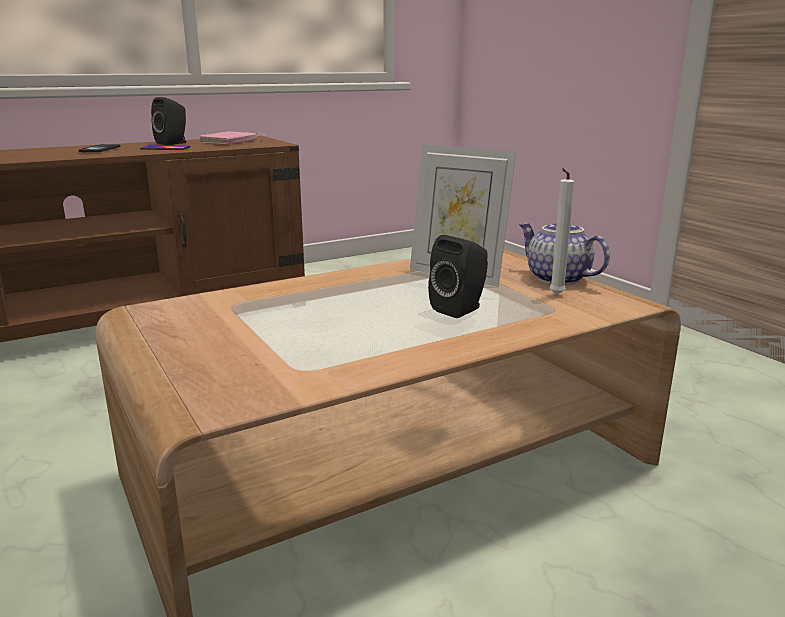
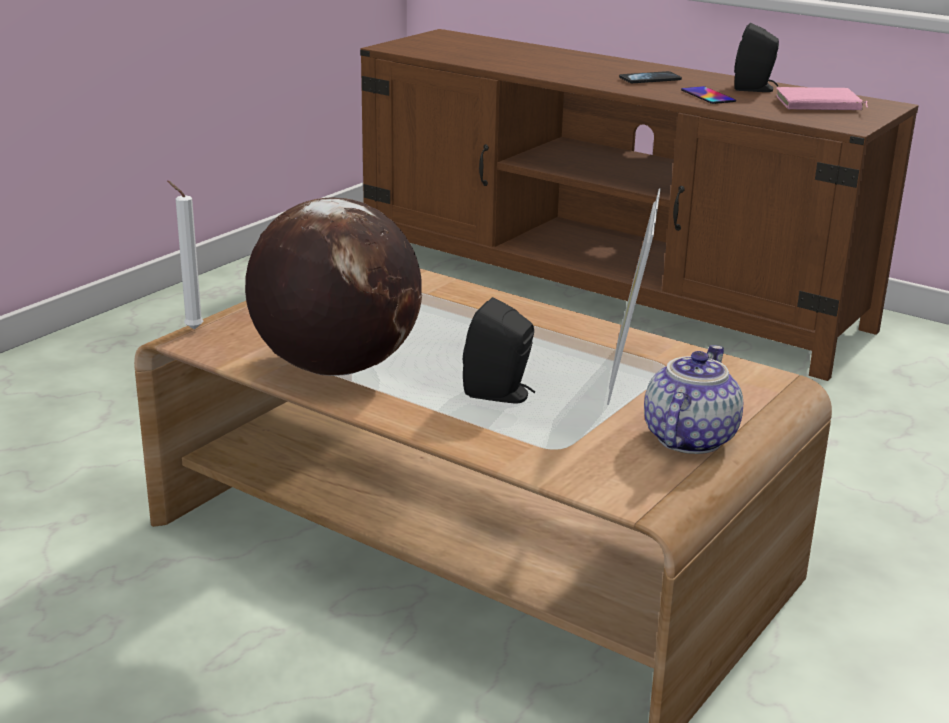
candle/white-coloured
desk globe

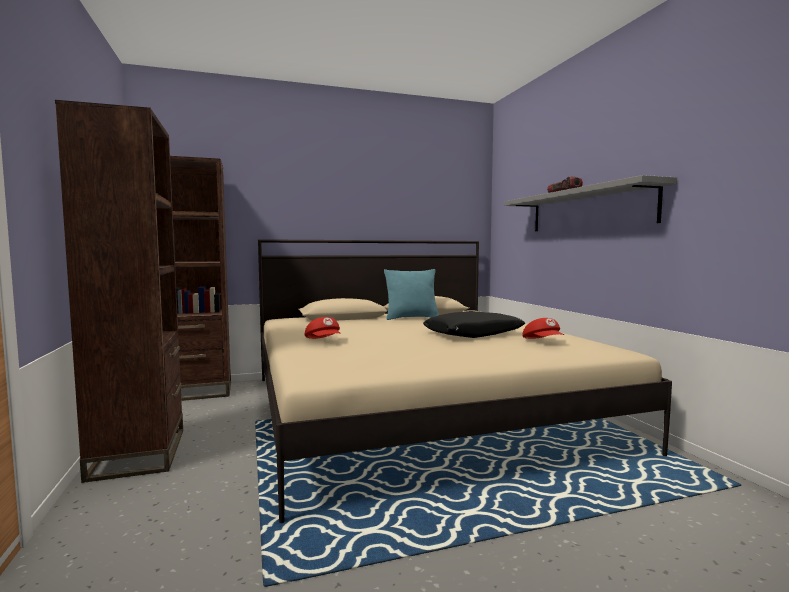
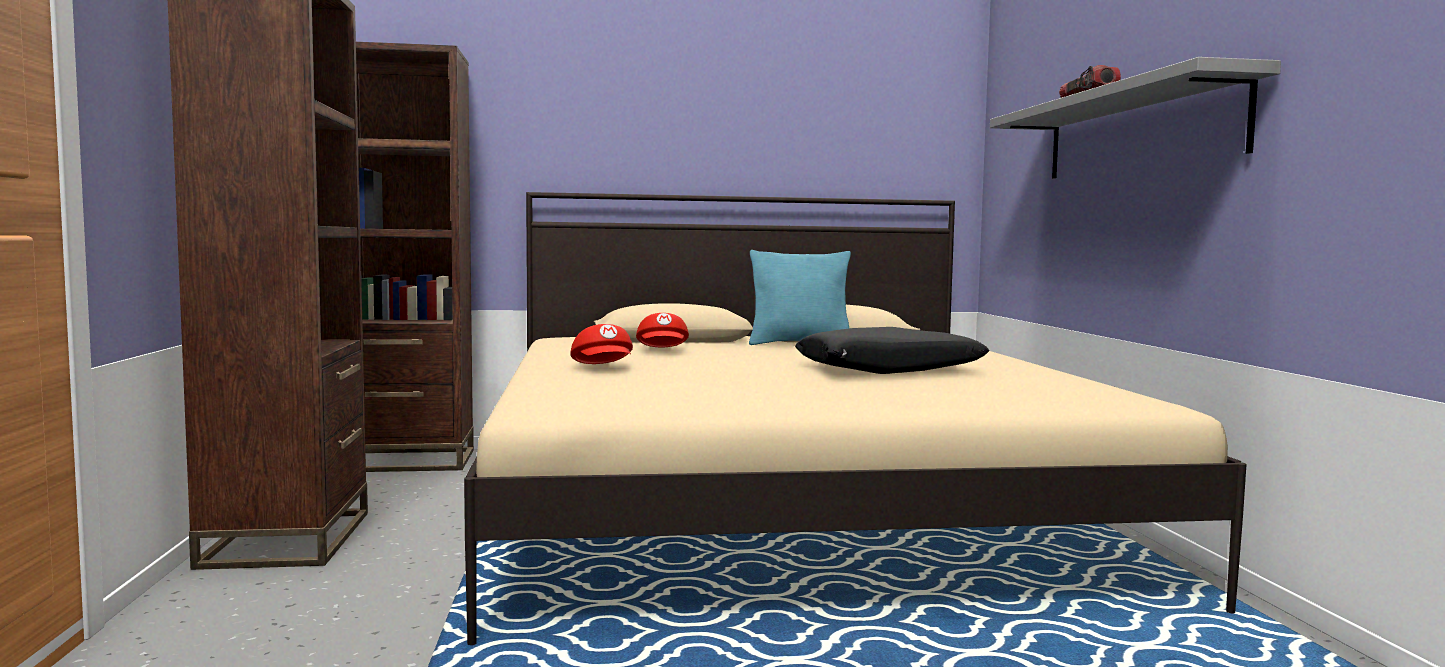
cap/red (no. 2 from left)

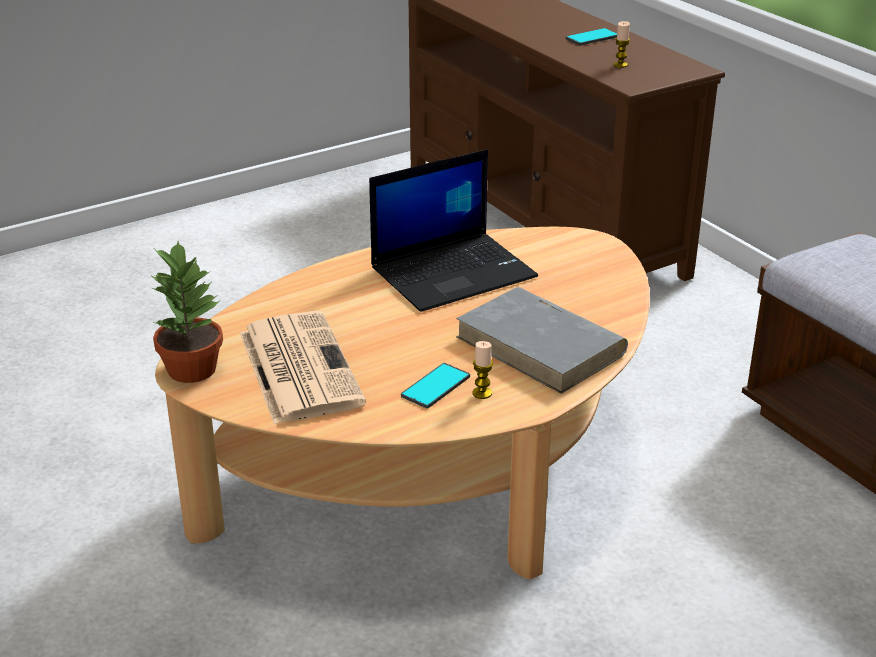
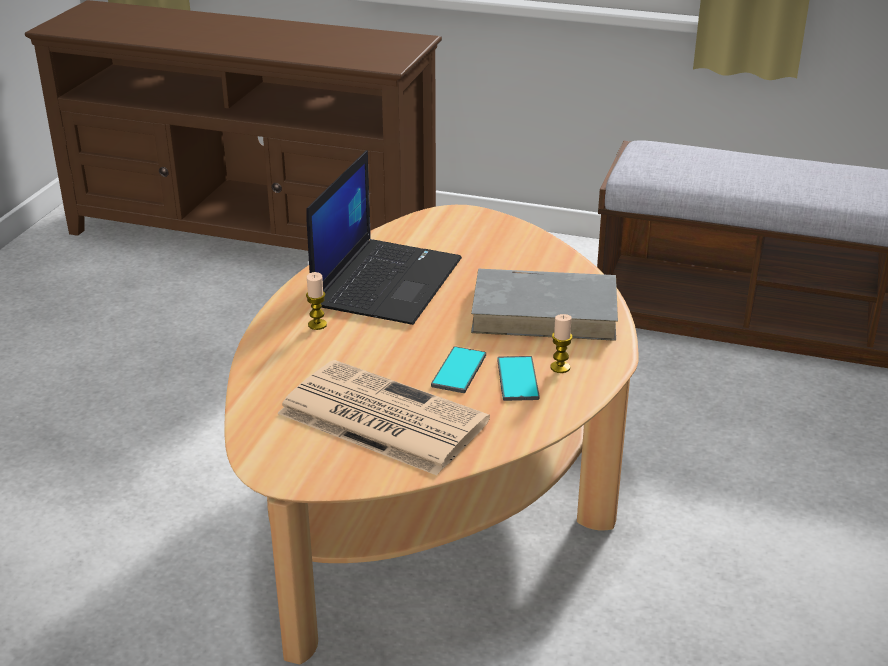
candle (no. 1 from left)
handset (no. 1 from left)
plant in a pot

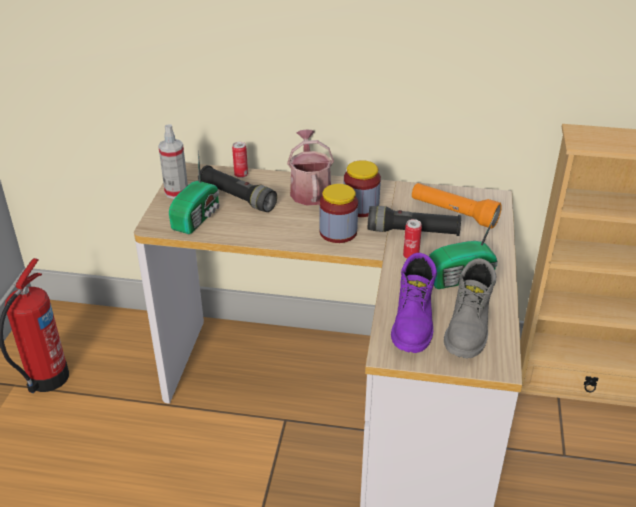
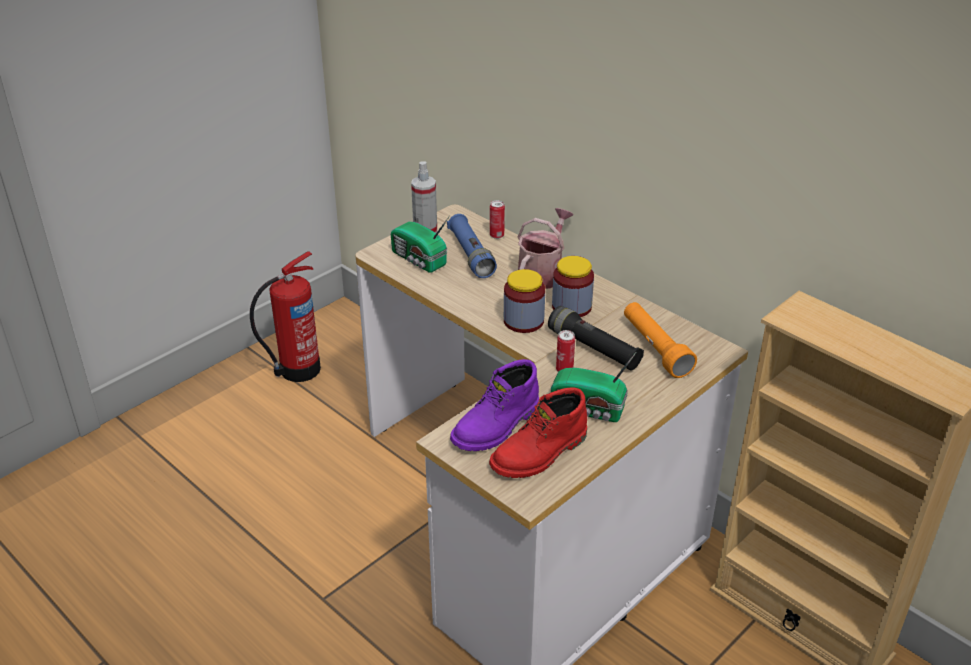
radio set (no. 1 from left)
flashlight/bluish
high-top boot/red

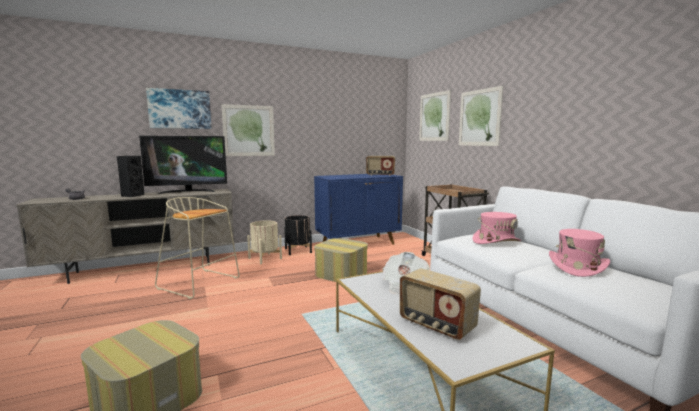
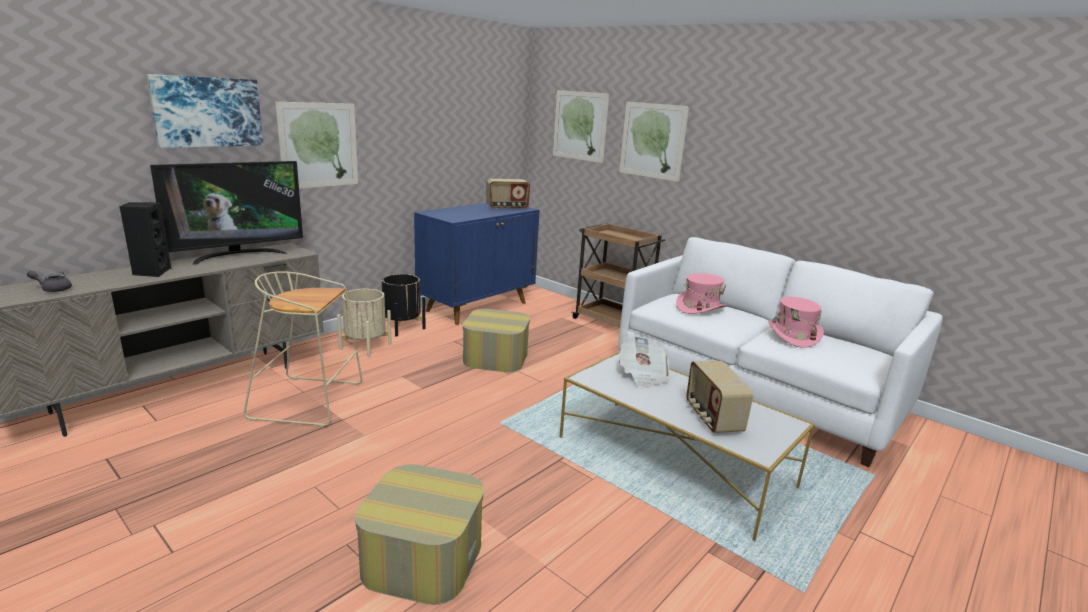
radio set (no. 2 from left)

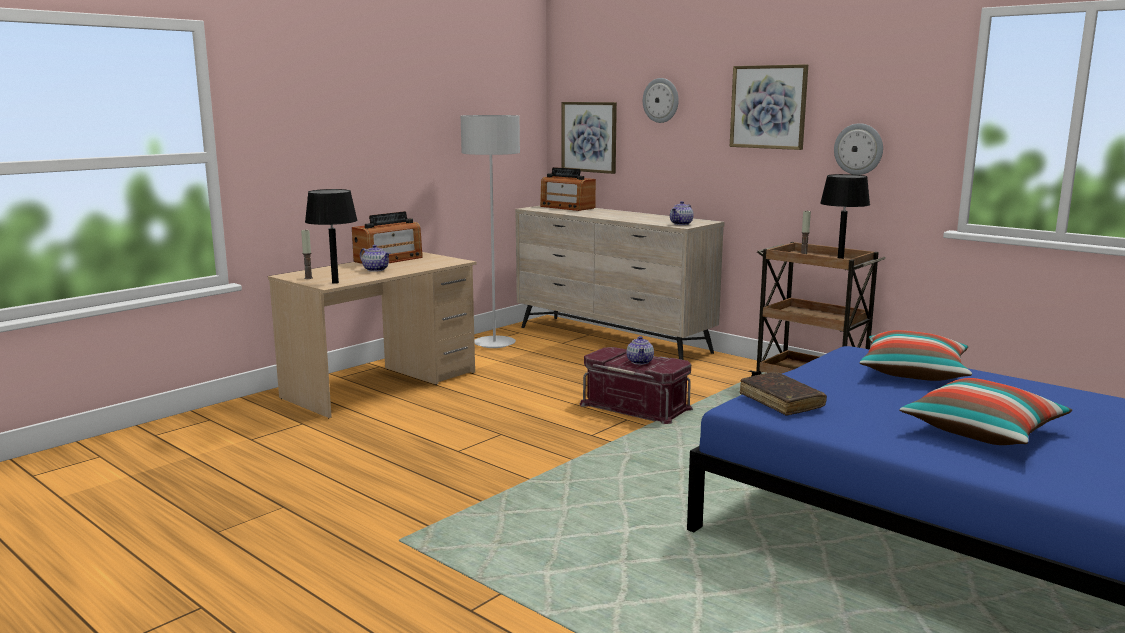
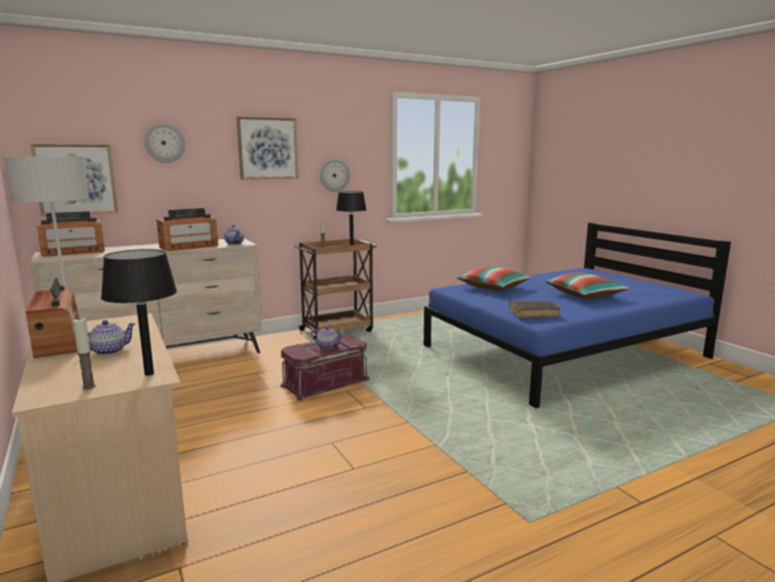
radio set (no. 3 from left)

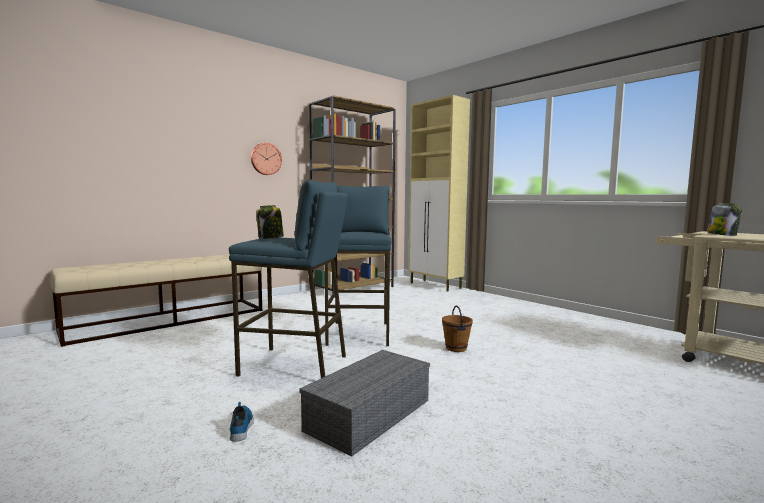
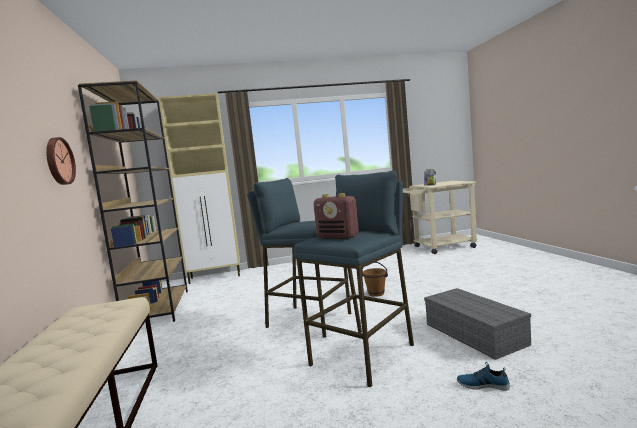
radio set

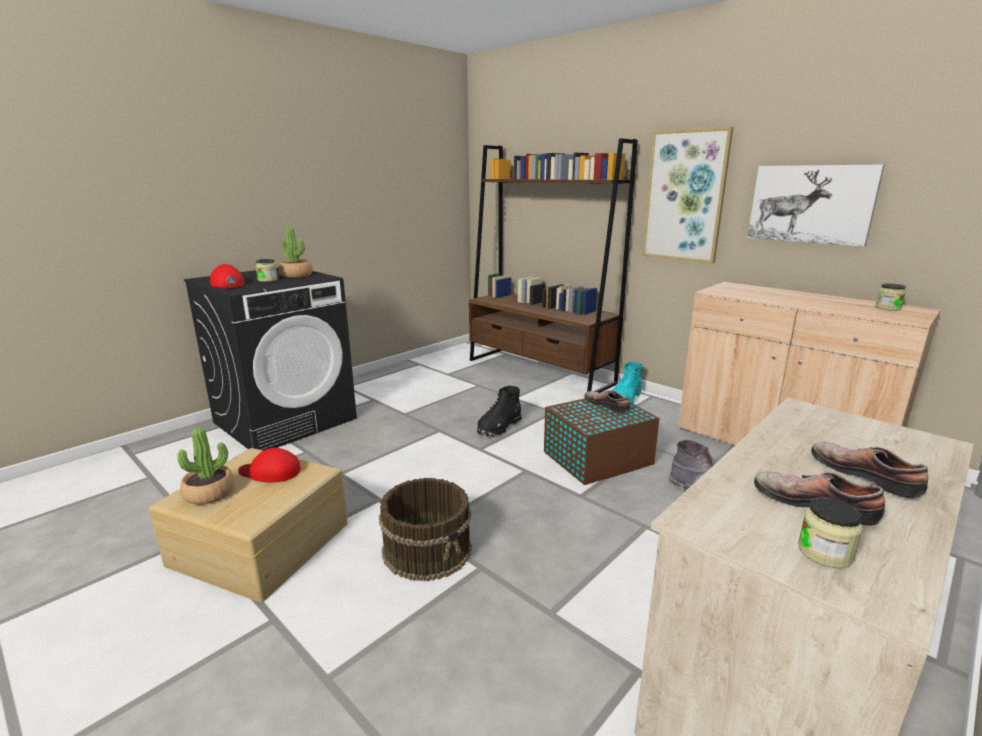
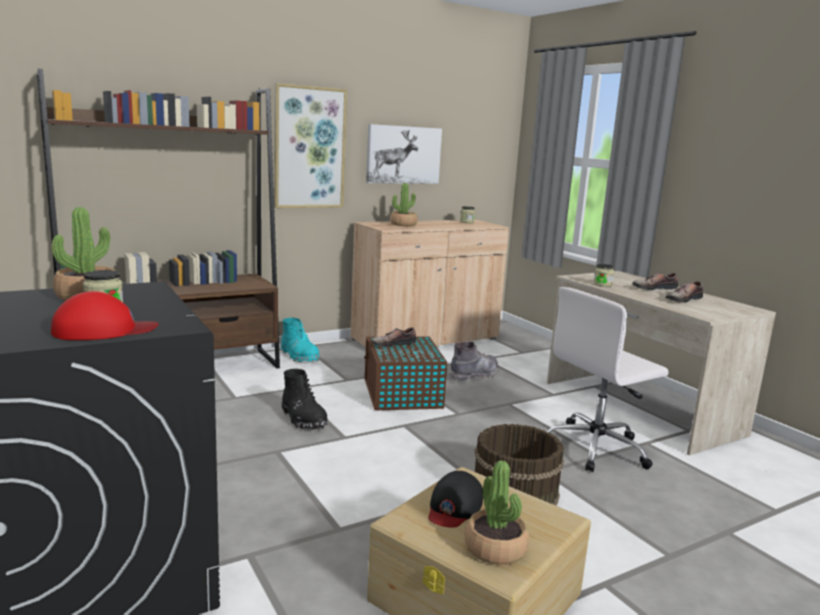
cap/black
preserve jar (no. 3 from left)
plant in a pot (no. 2 from left)
computer chair/white-coloured

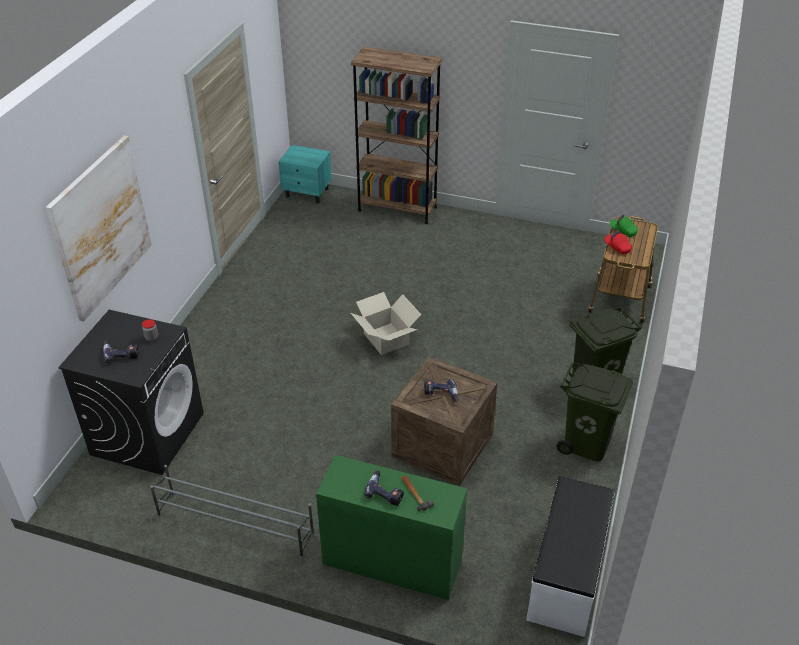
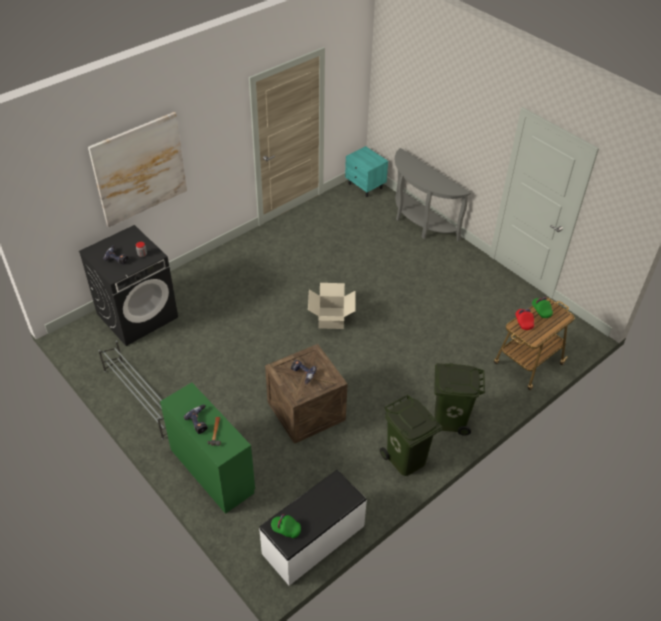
narrow table/gray
cap/greenish (no. 1 from left)

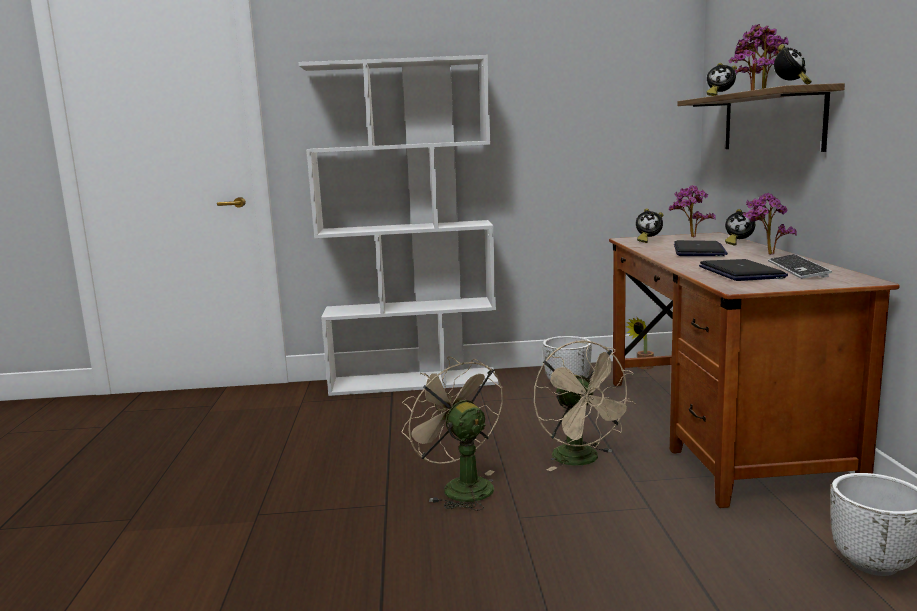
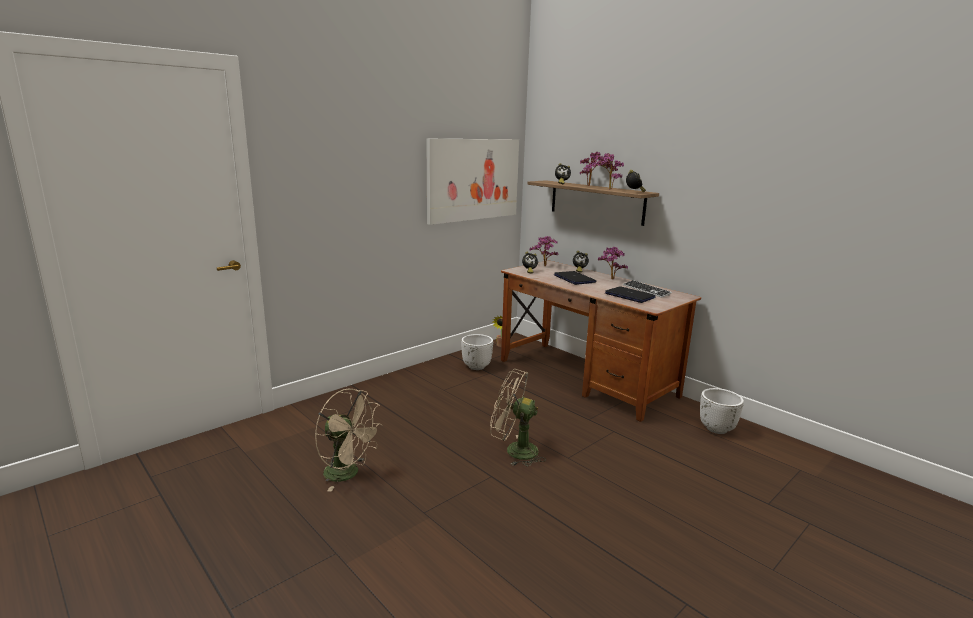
bookshelf/white-coloured
electric fan/beige (no. 1 from left)
picture

